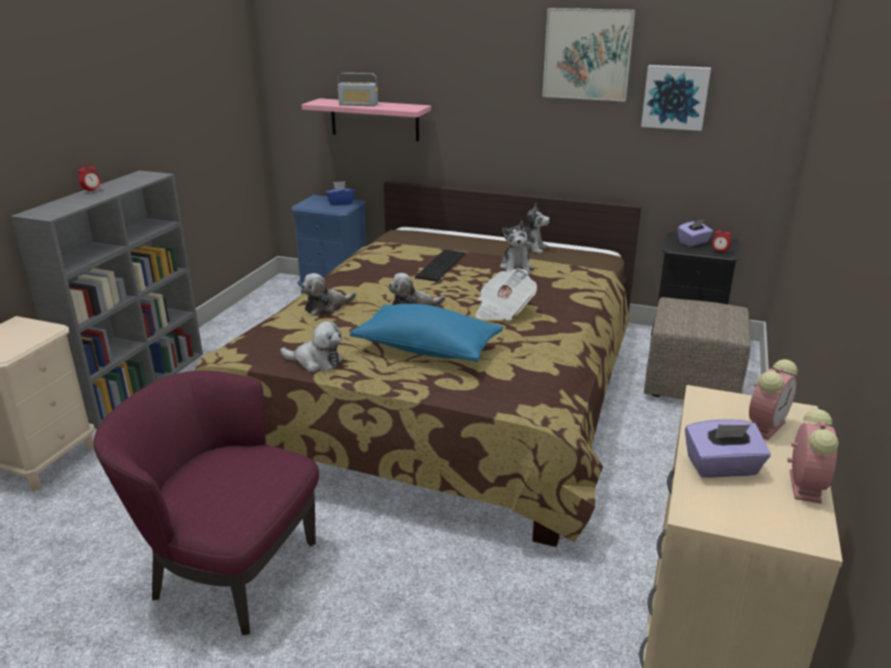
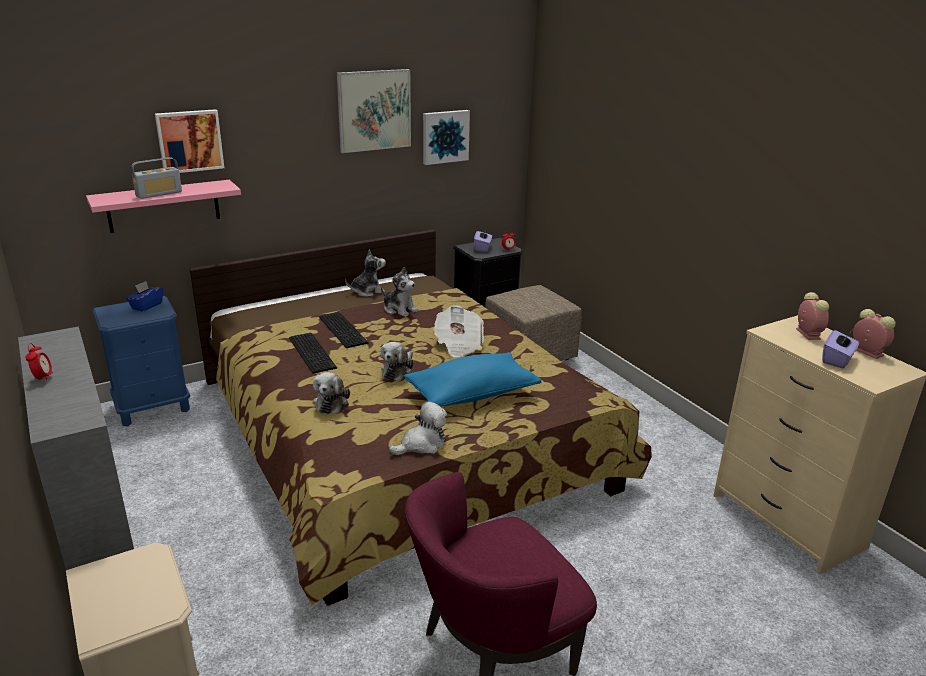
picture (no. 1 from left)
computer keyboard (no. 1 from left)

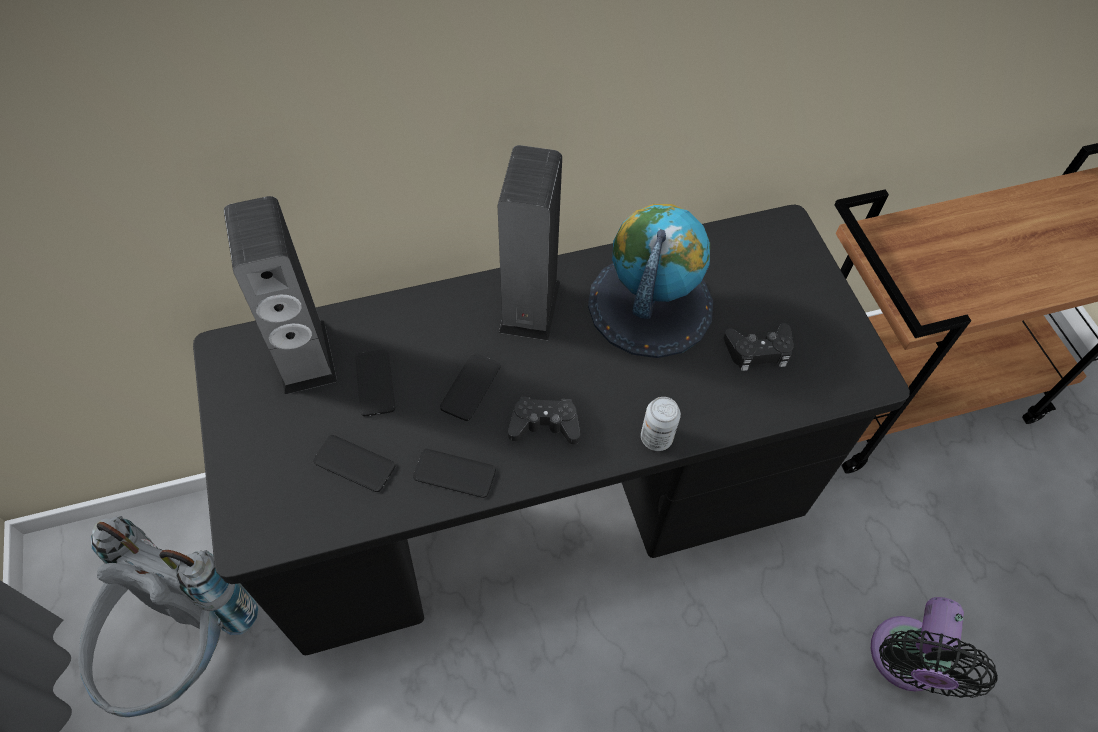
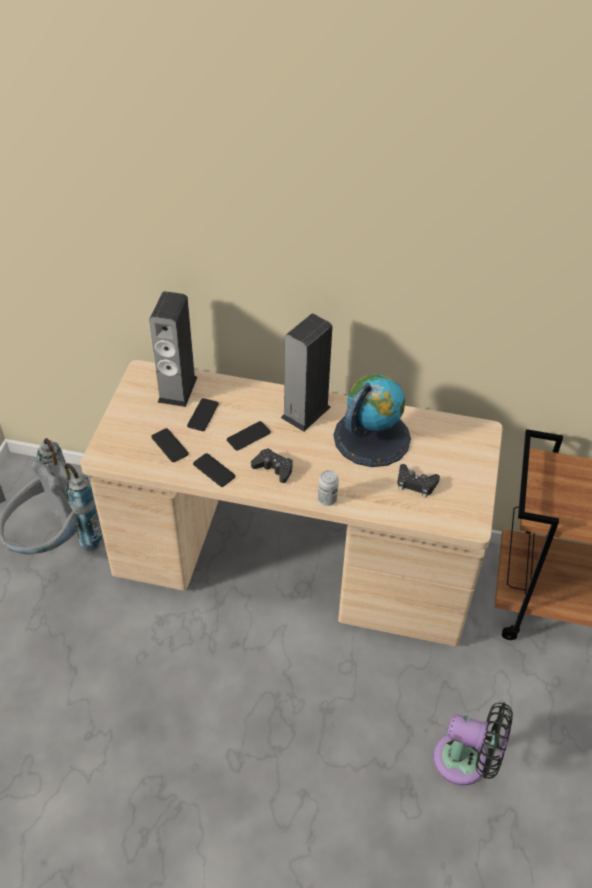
desk table/beige
electric fan/black

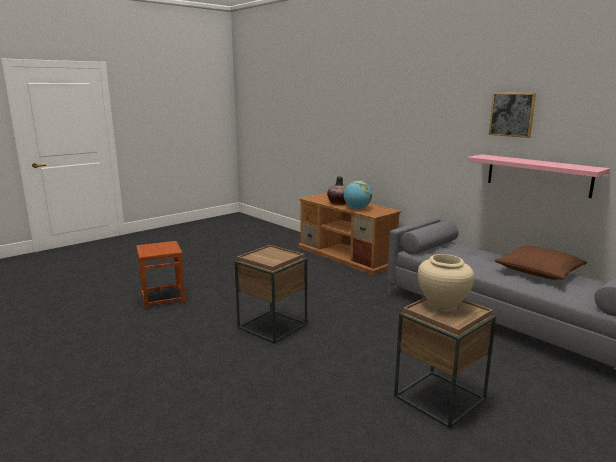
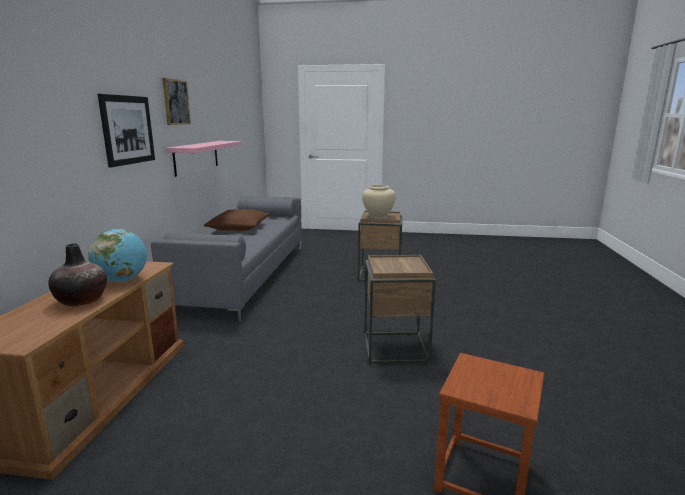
picture (no. 1 from left)

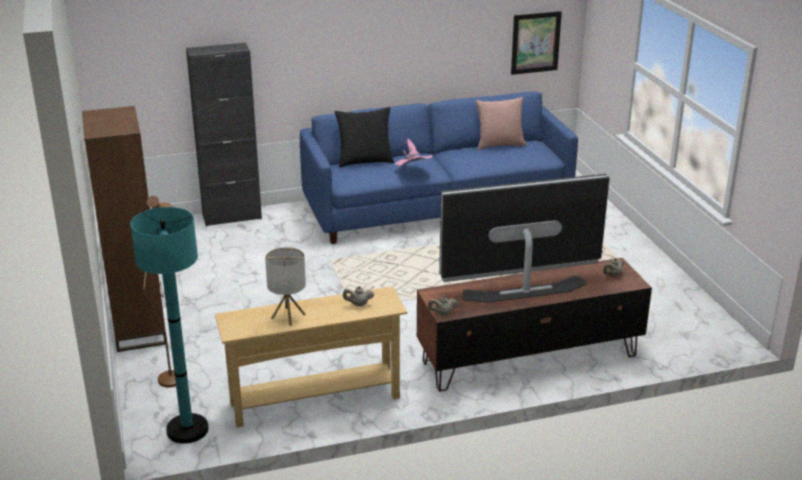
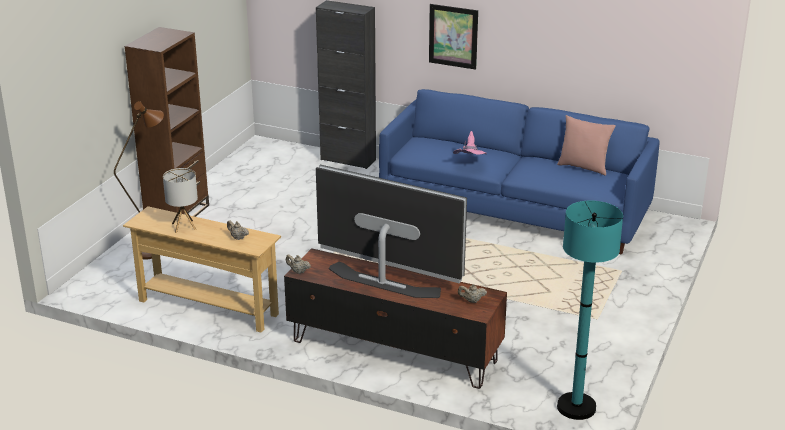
picture
cushion/black
standing lamp/turquoise

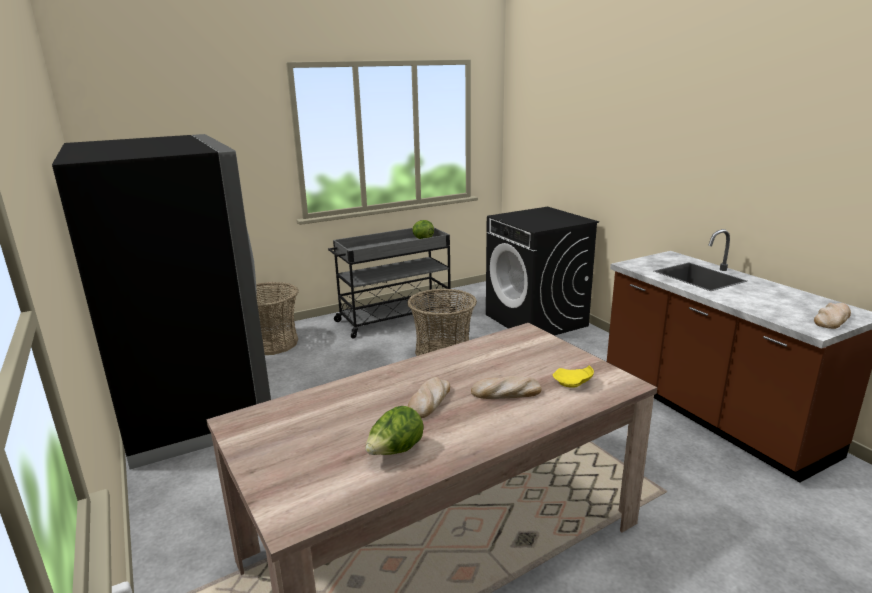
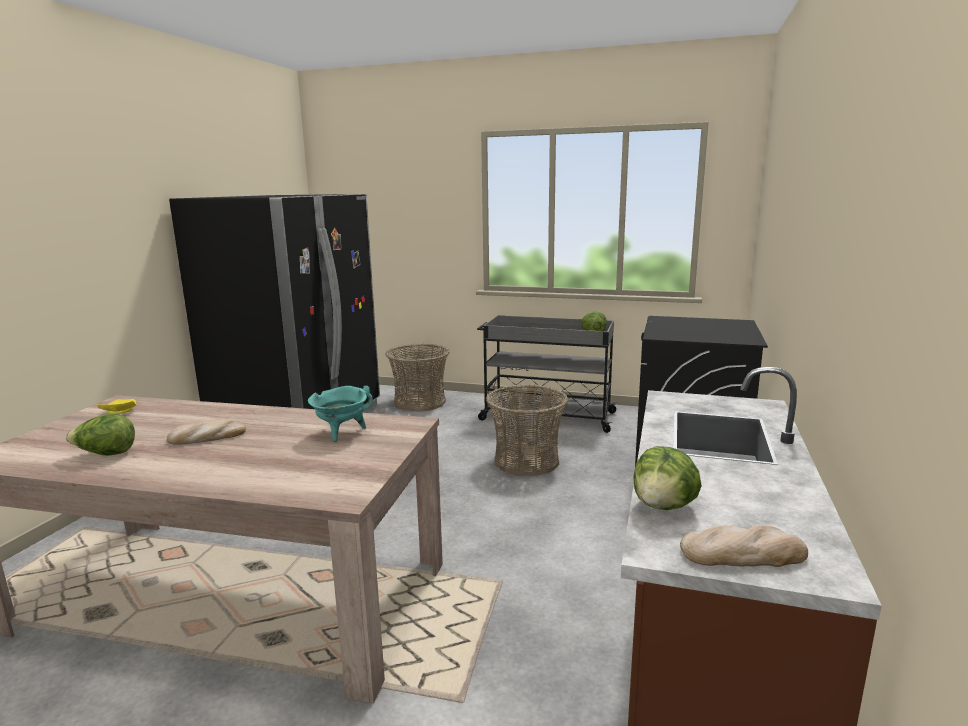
plate/yellowish
bread (no. 2 from left in the first image)
stockpot/turquoise
lettuce head (no. 3 from left)

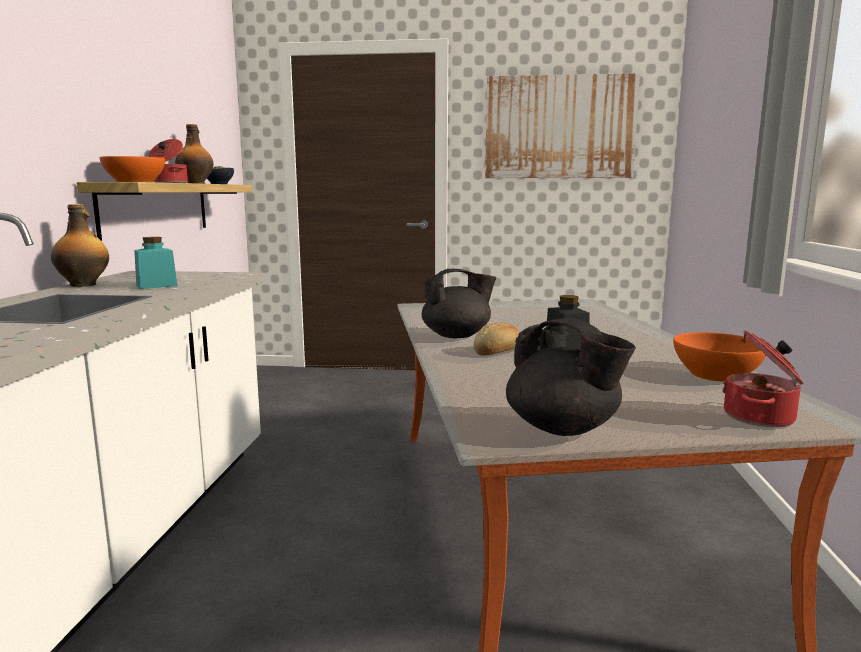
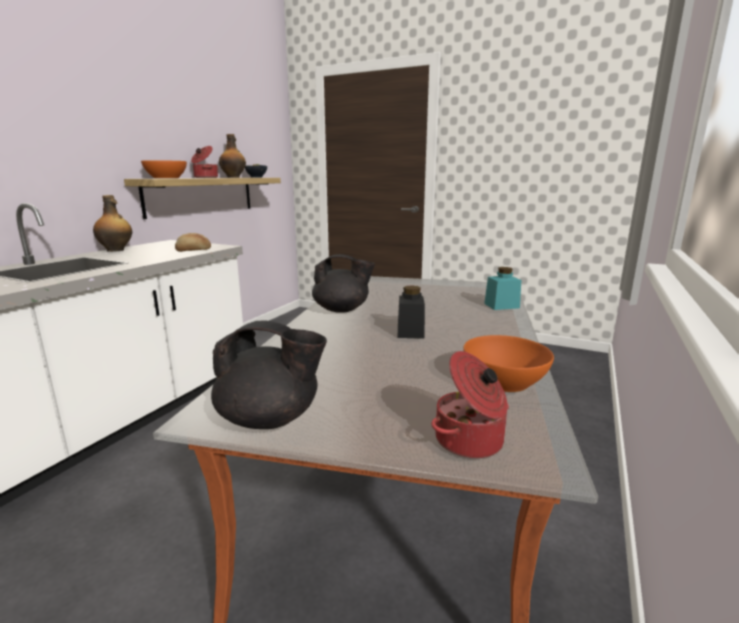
picture
preserve jar/turquoise
pot for tea/black (no. 1 from left)
bread

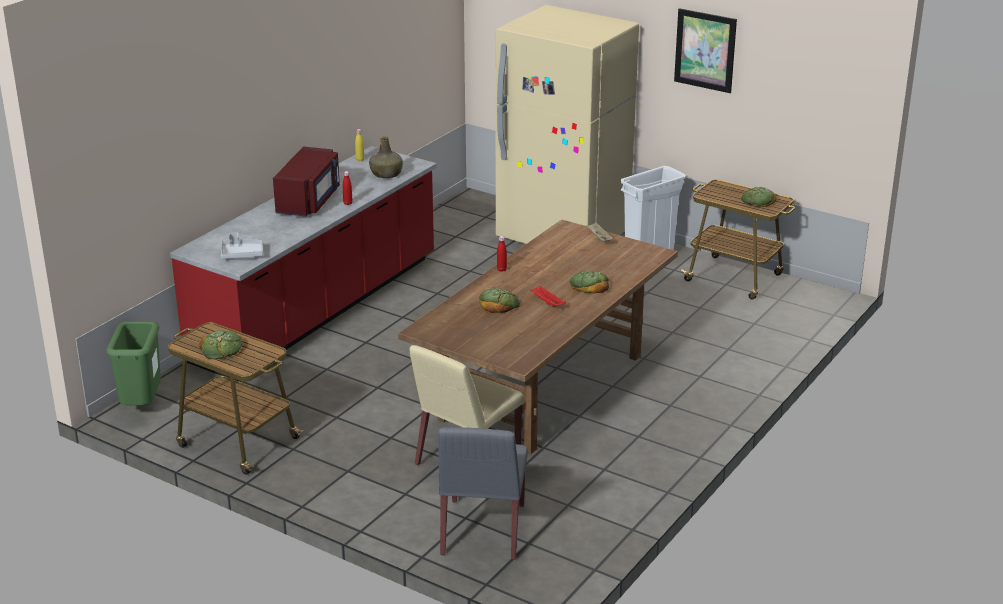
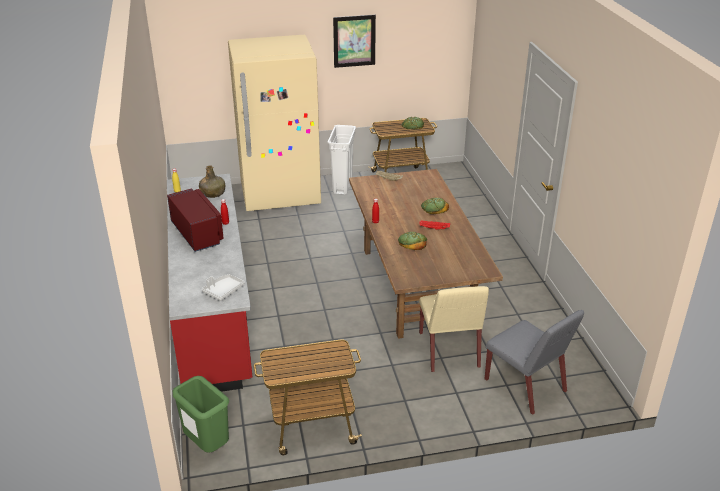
bread (no. 1 from left in the first image)

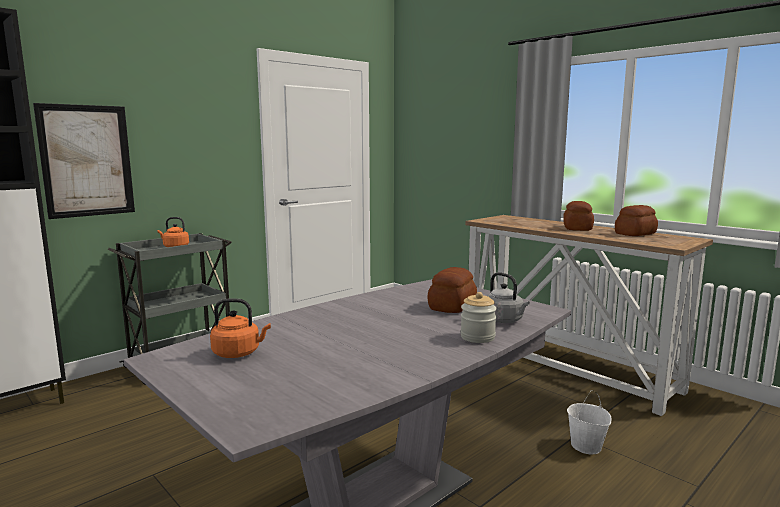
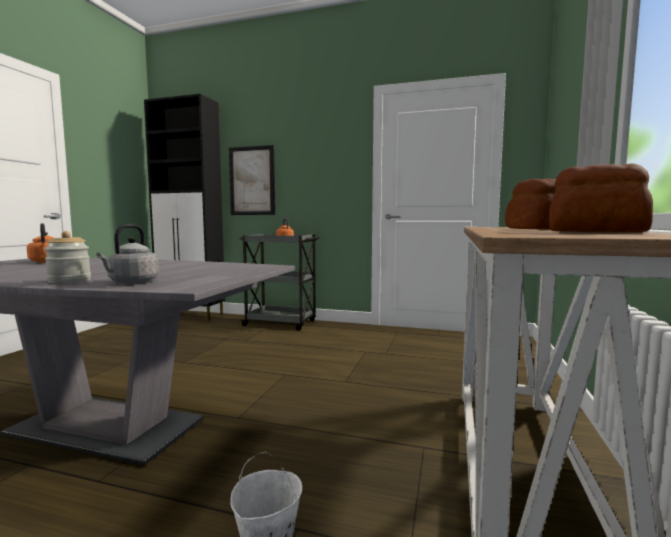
bread (no. 1 from left in the first image)

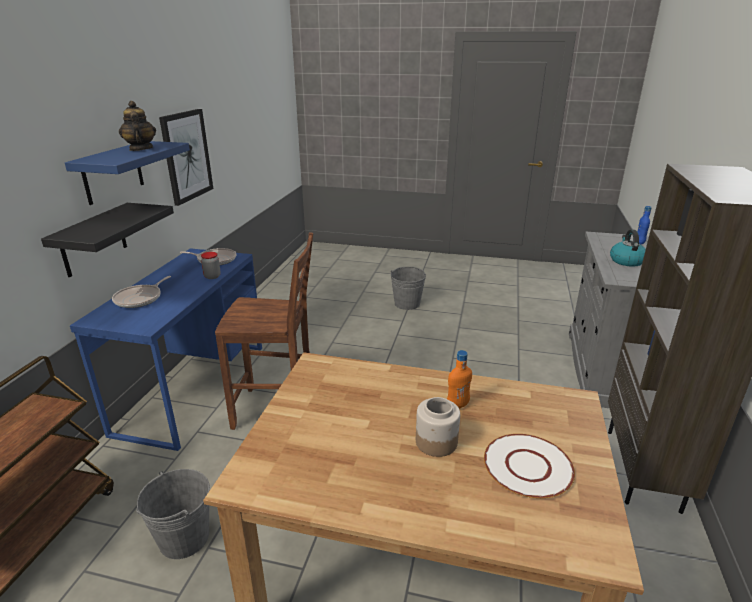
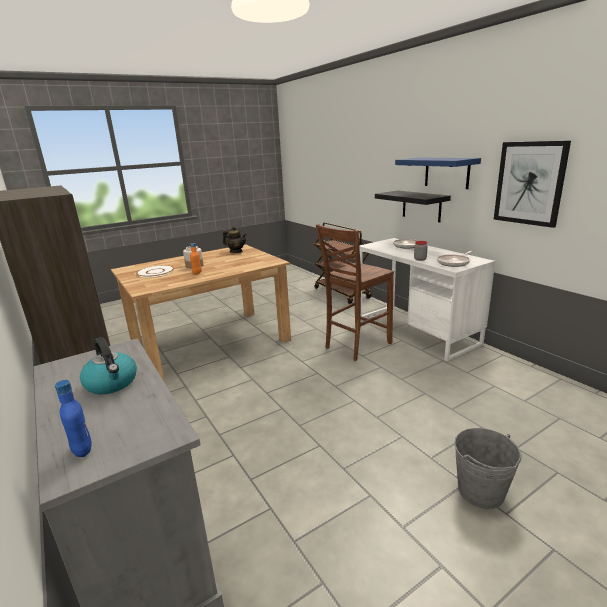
pot for tea
desk table/white-coloured
bucket/gray (no. 1 from left in the first image)

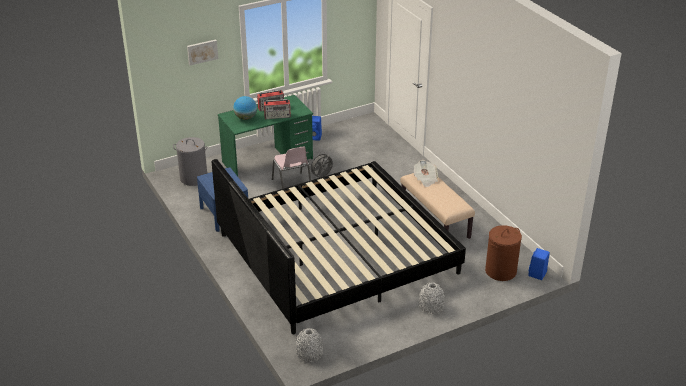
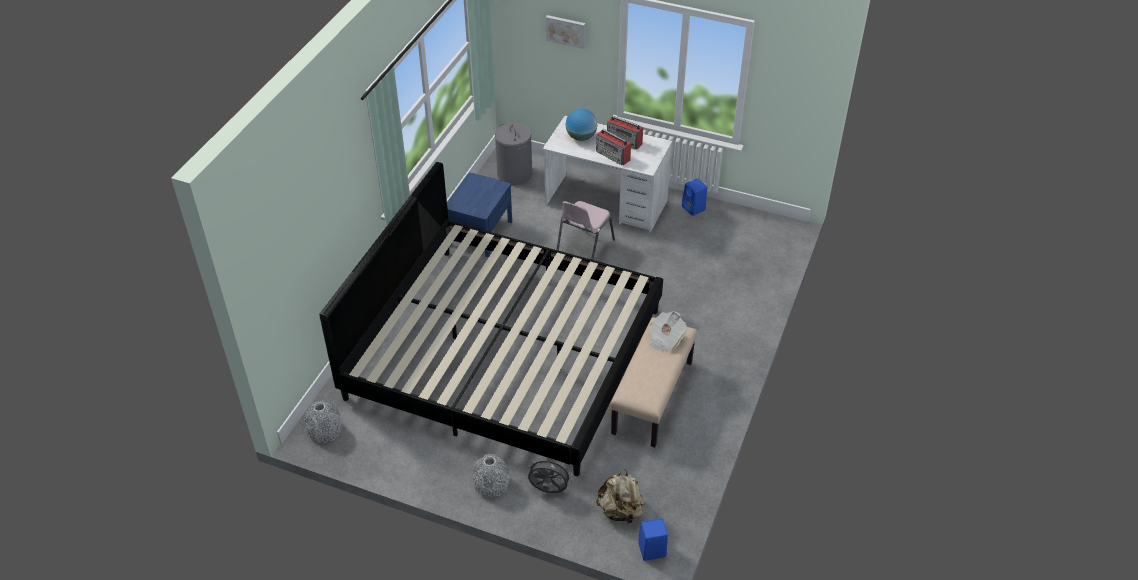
desk table/white-coloured
electric fan/gray
knapsack/beige

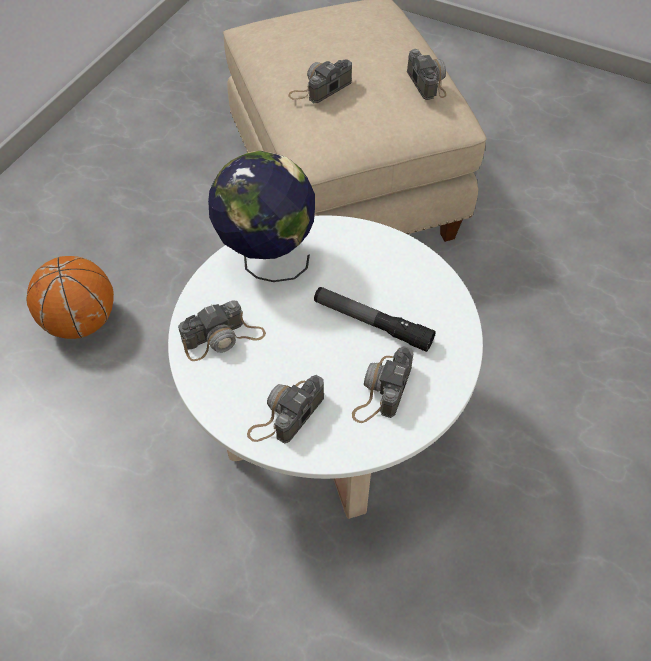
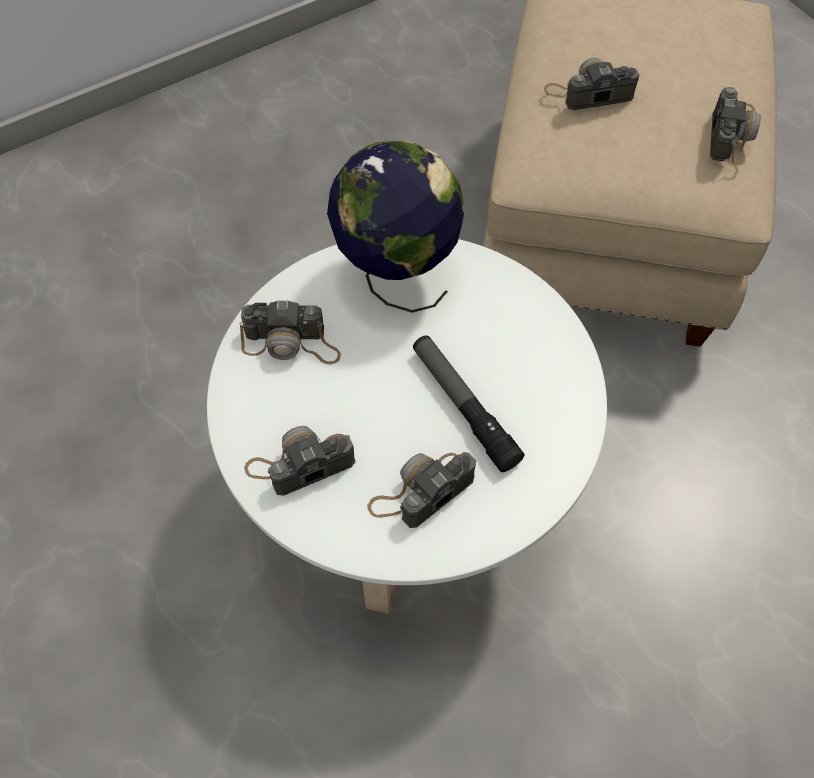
basketball

